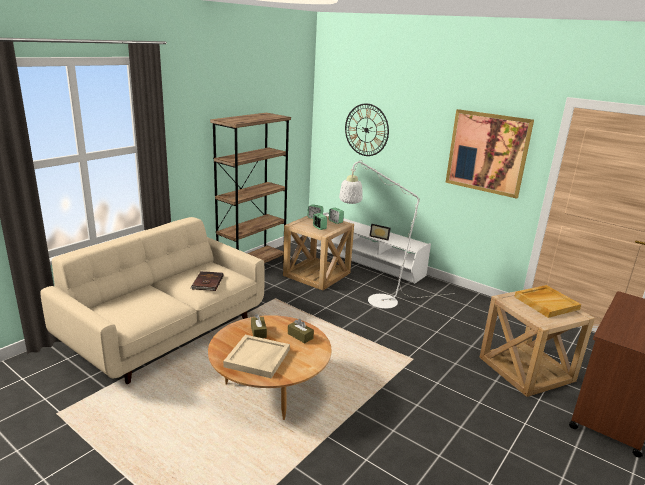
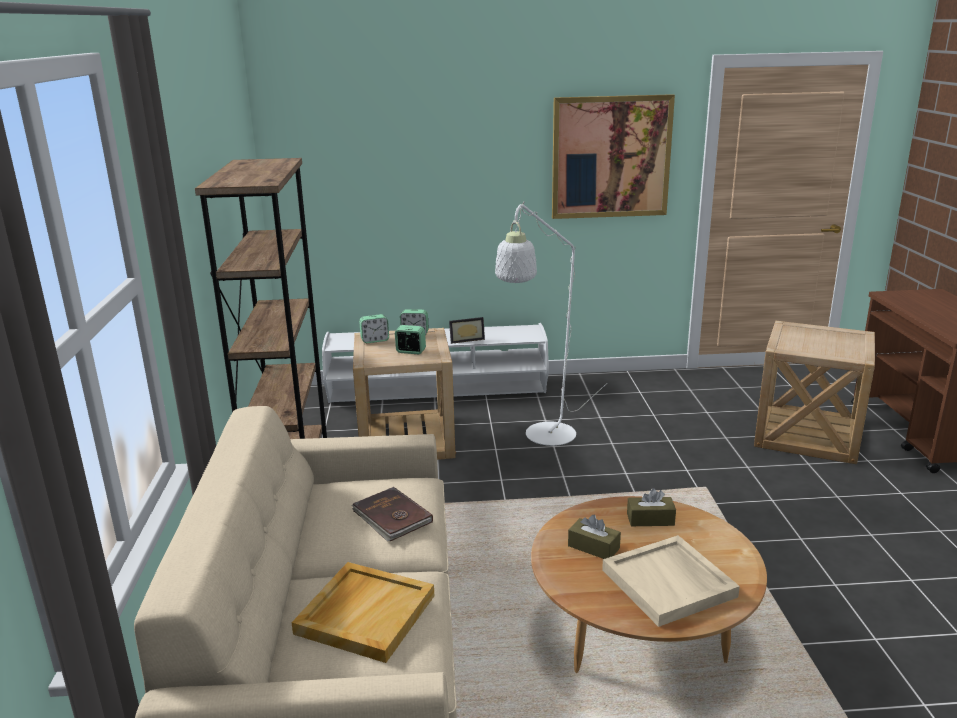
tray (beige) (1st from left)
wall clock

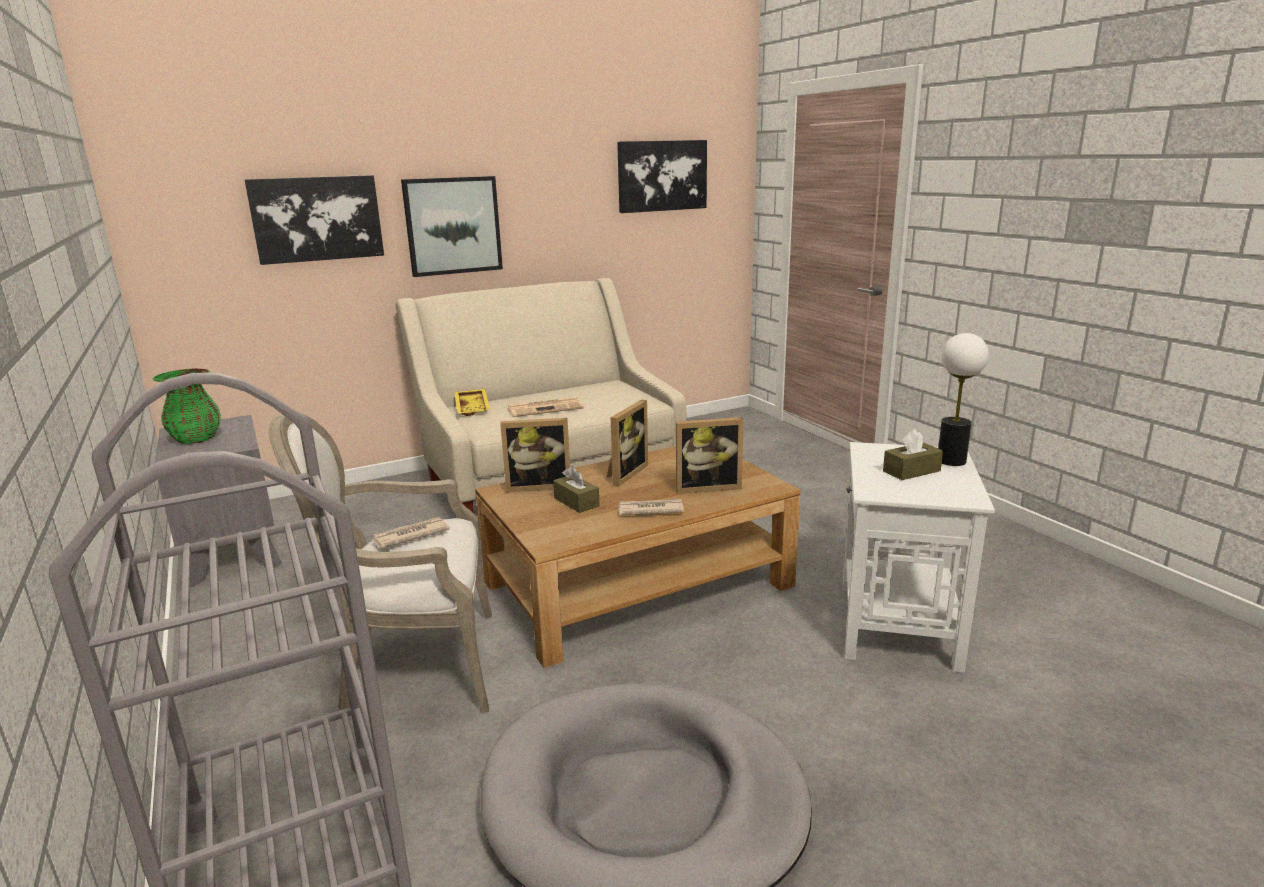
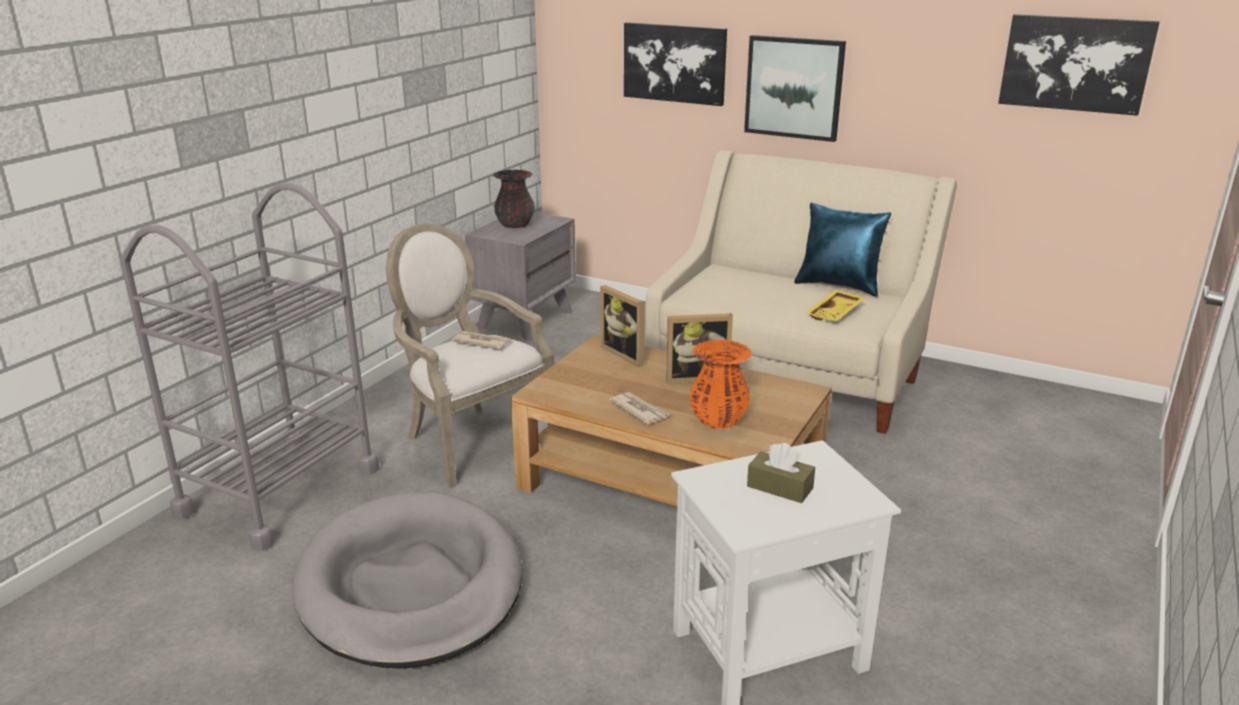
vase (black)
vase (orange)
pillow (blue)
tray (yellow)
newspaper (2nd from left in the first image)
tissue box (brown) (1st from left in the first image)
table lamp

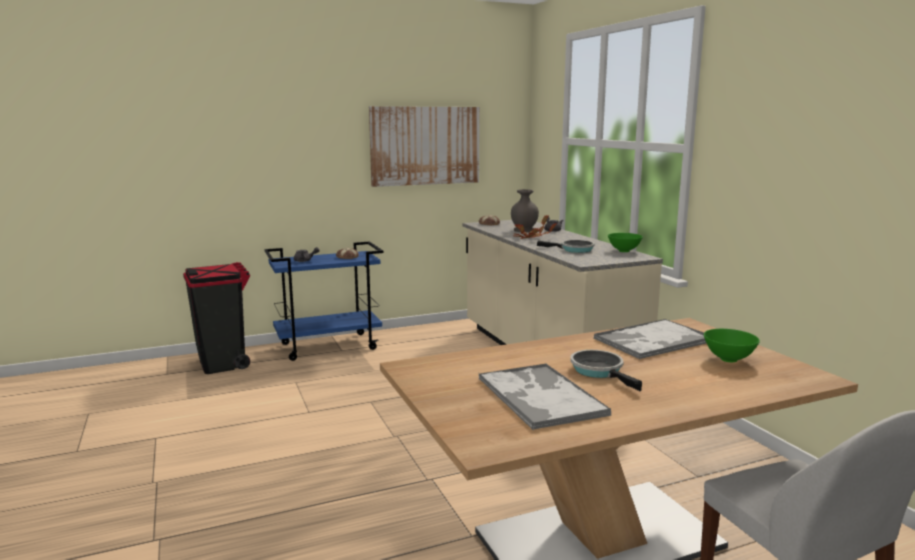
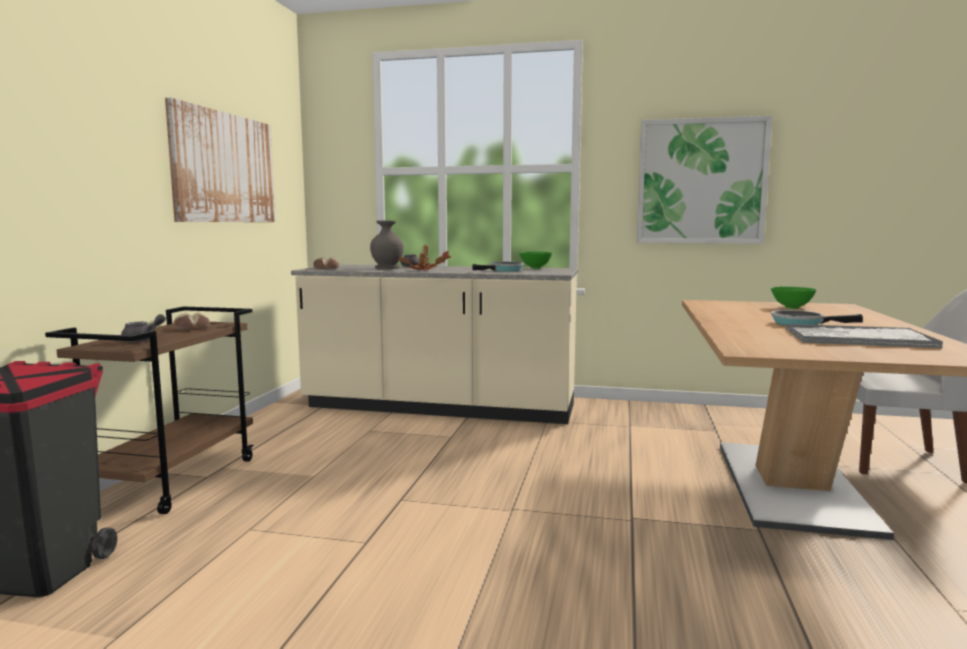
cart (brown)
picture (2nd from left)
tray (2nd from left in the first image)

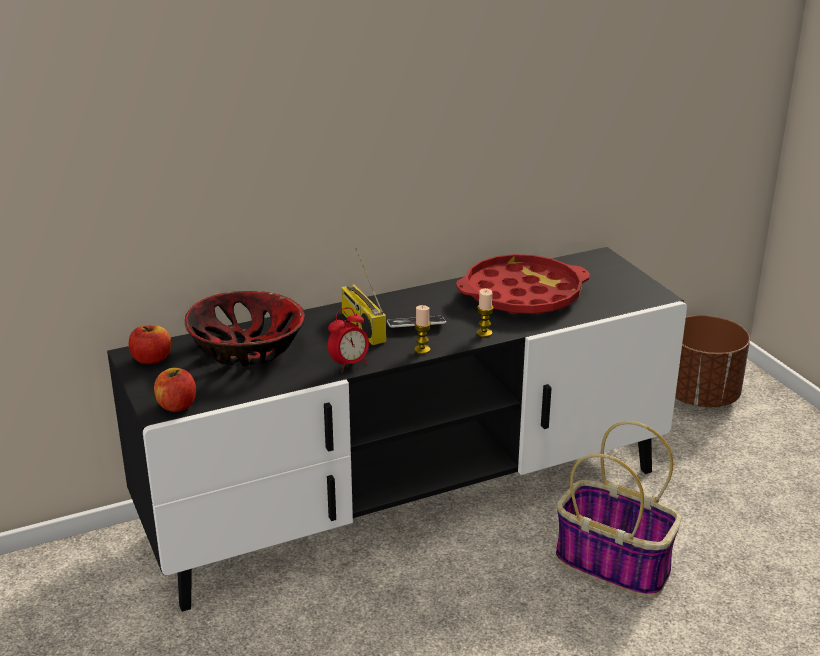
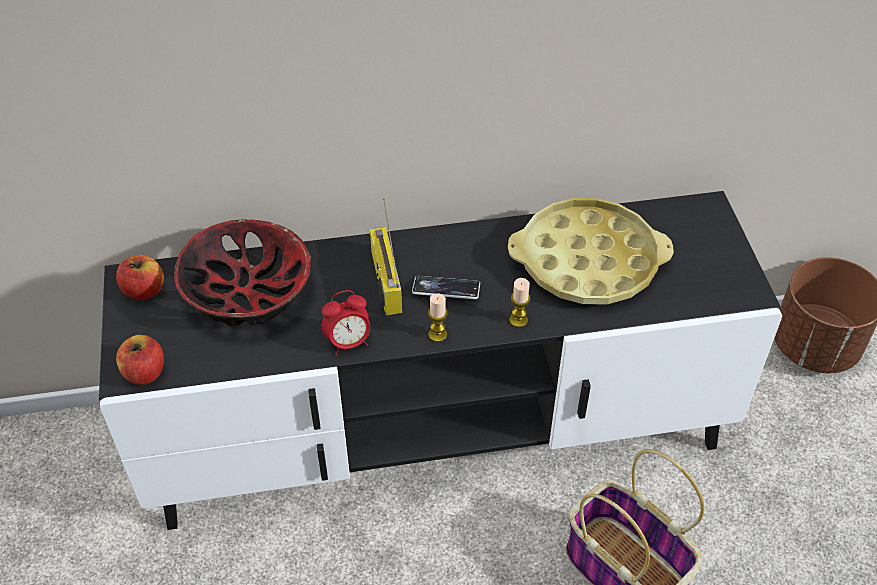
tray (yellow)

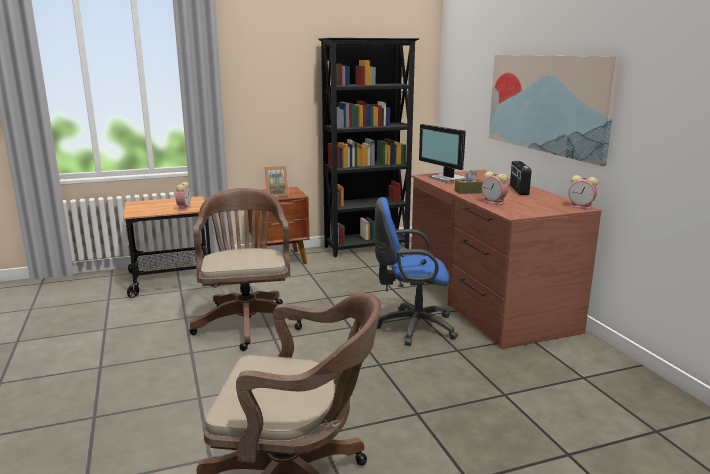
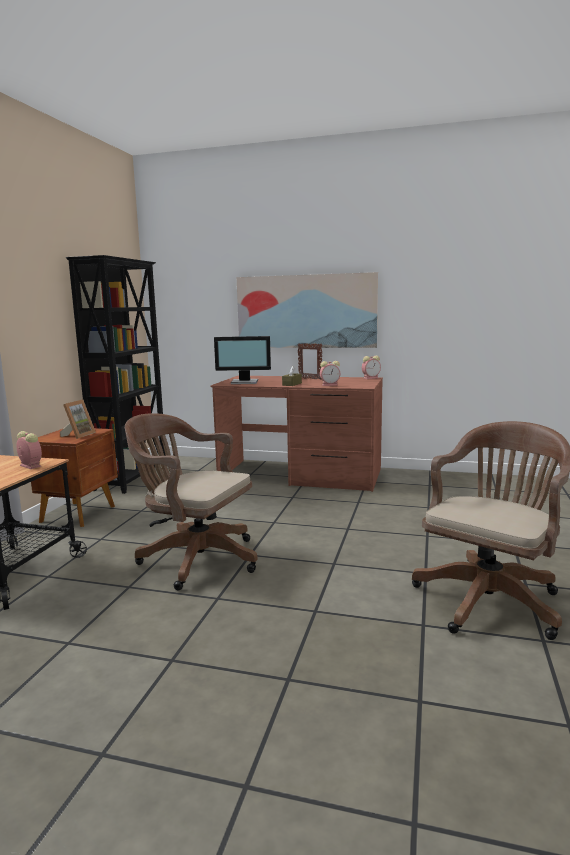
picture frame (2nd from left)
office chair (blue)

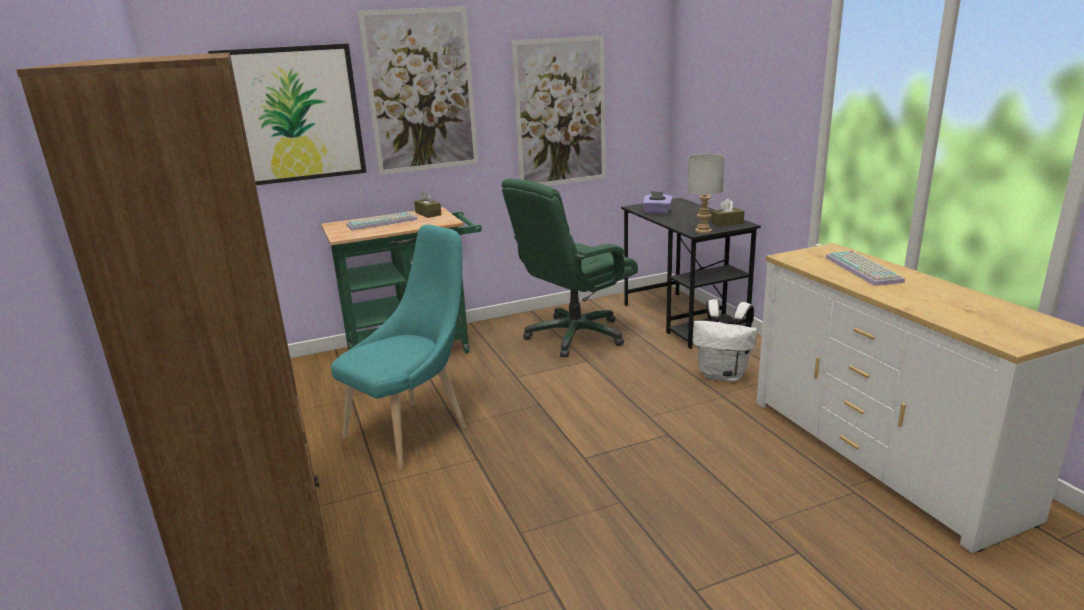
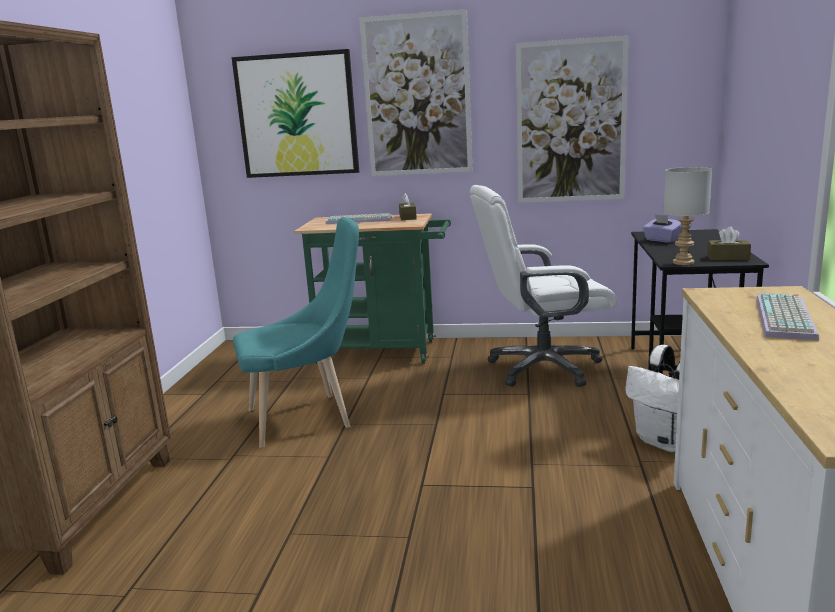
office chair (white)

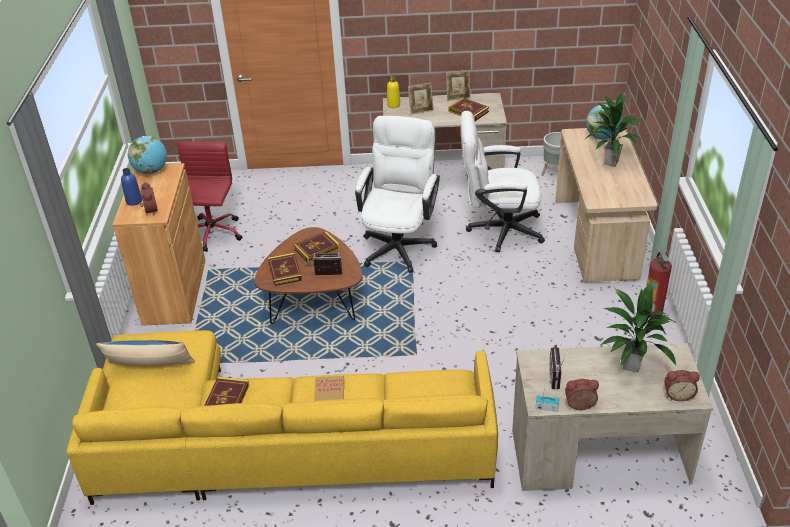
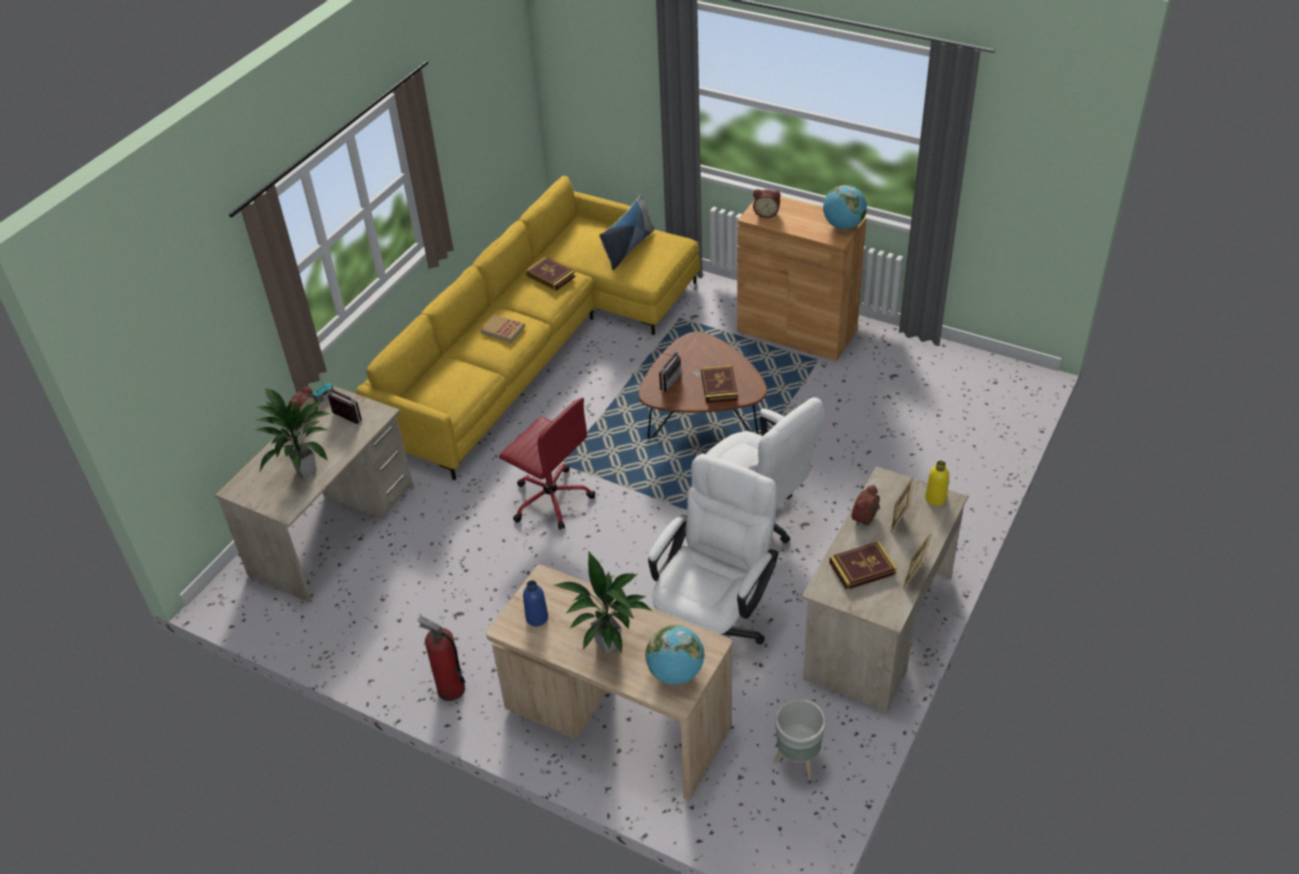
office chair (red)
bottle (blue)
alarm clock (3rd from left)
book (2nd from left in the first image)

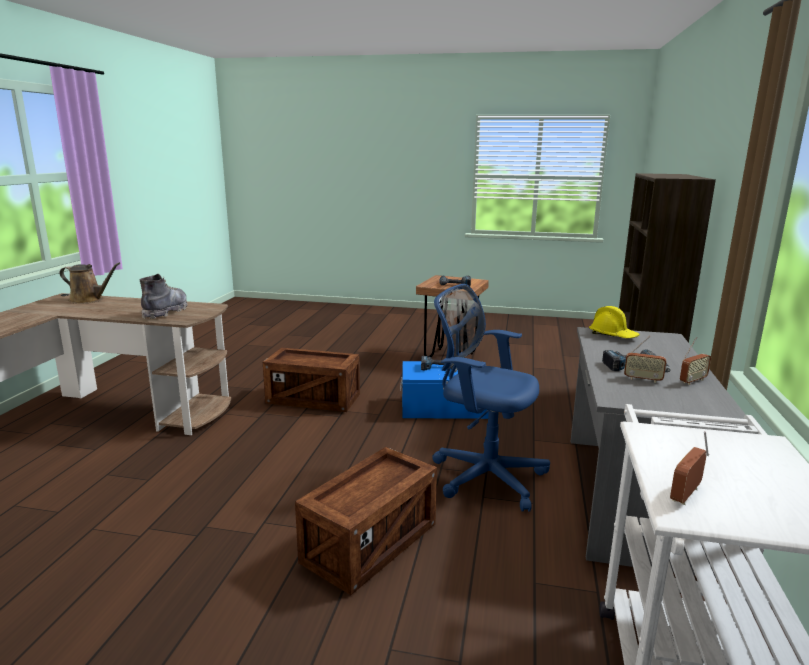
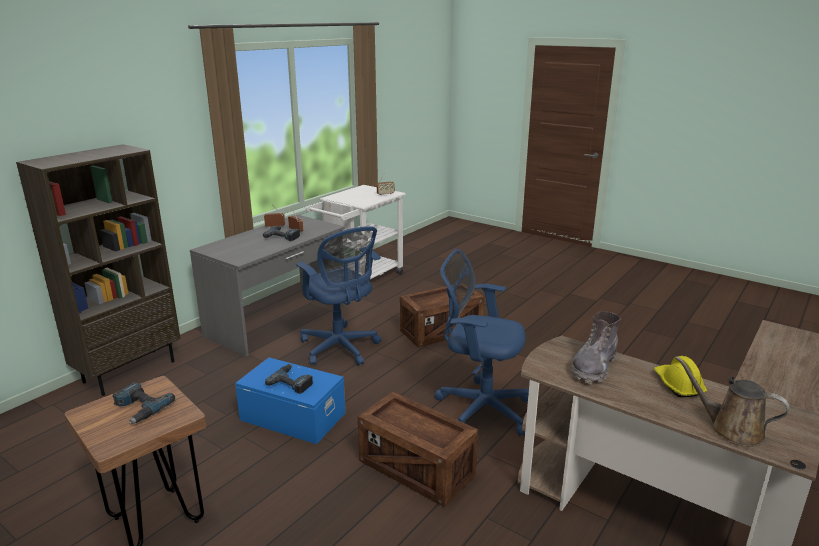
office chair (blue) (2nd from left)
hard hat (yellow)

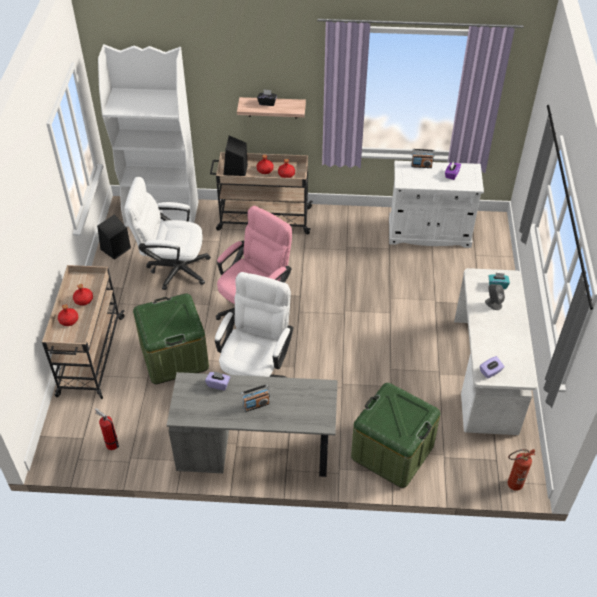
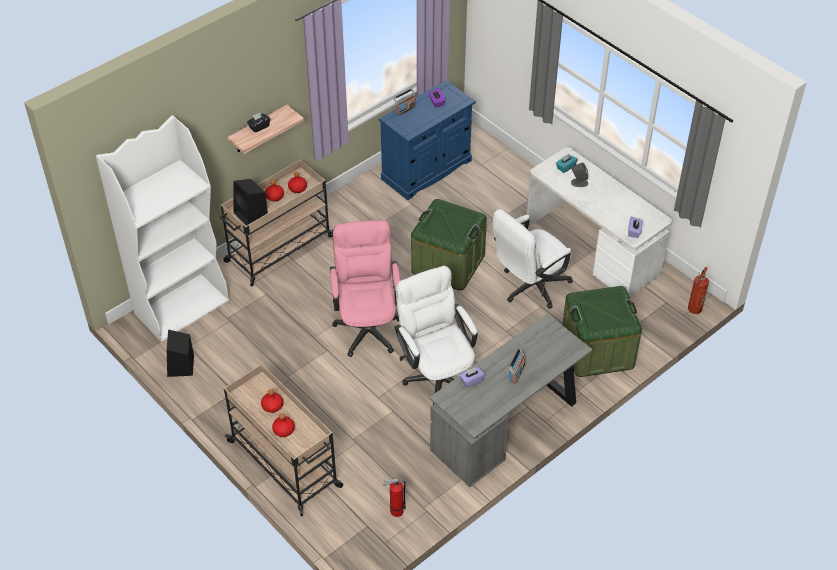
cabinet (blue)
storage box (green) (1st from left)
office chair (white) (2nd from left)

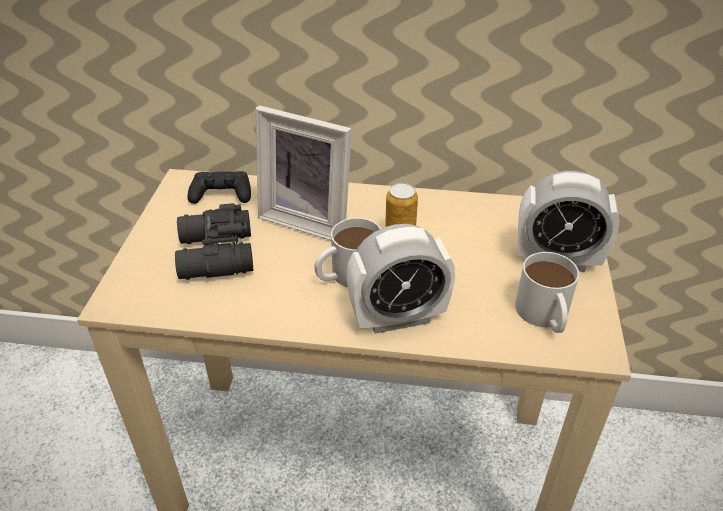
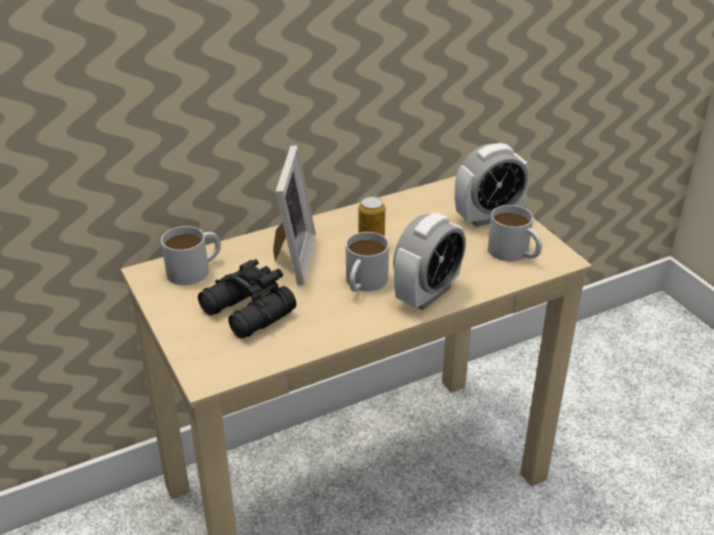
mug (white) (1st from left)
picture frame

